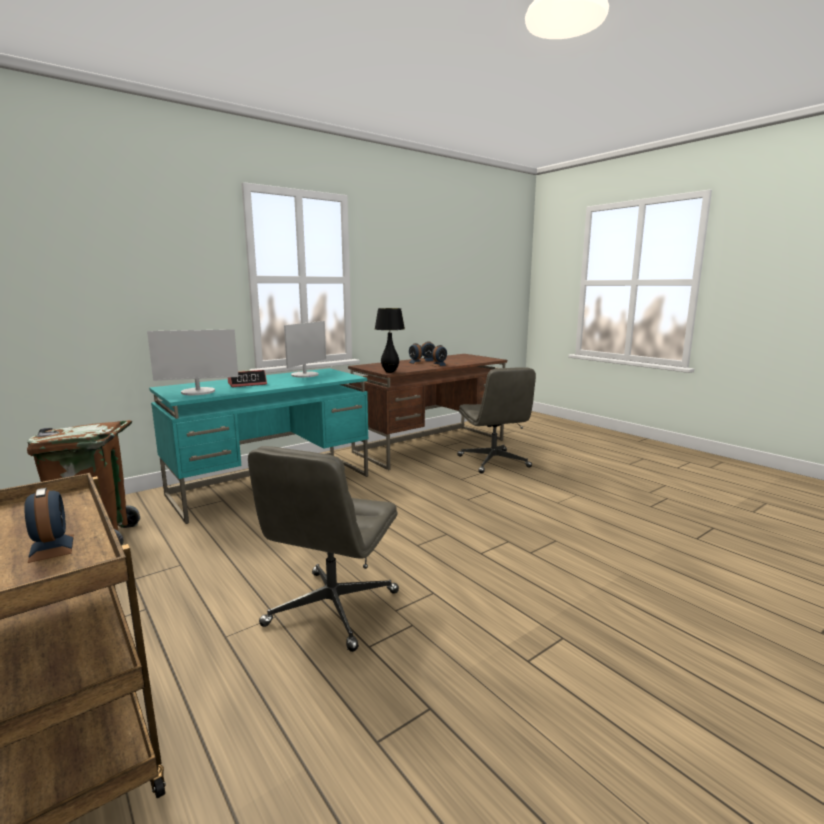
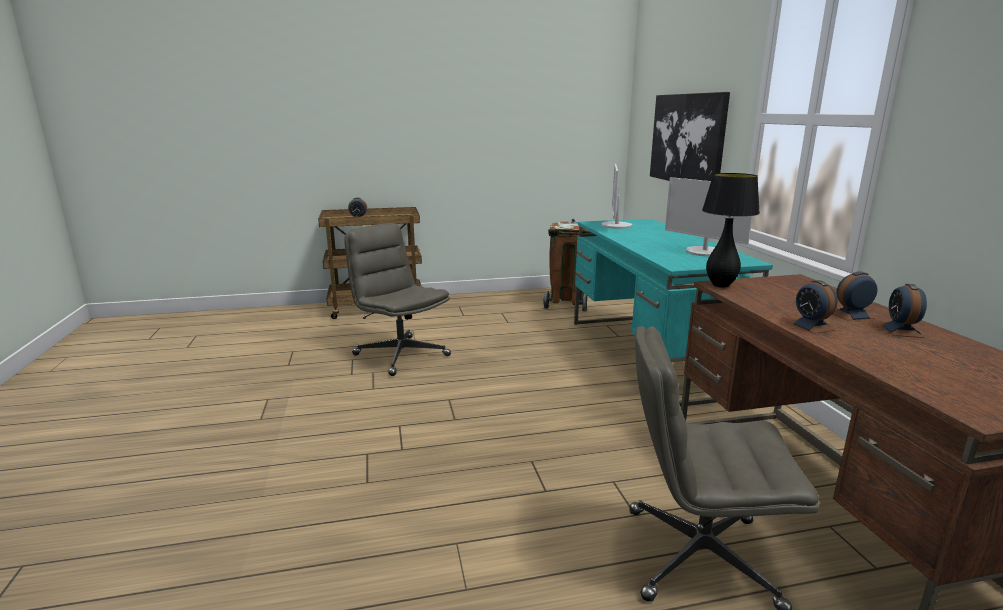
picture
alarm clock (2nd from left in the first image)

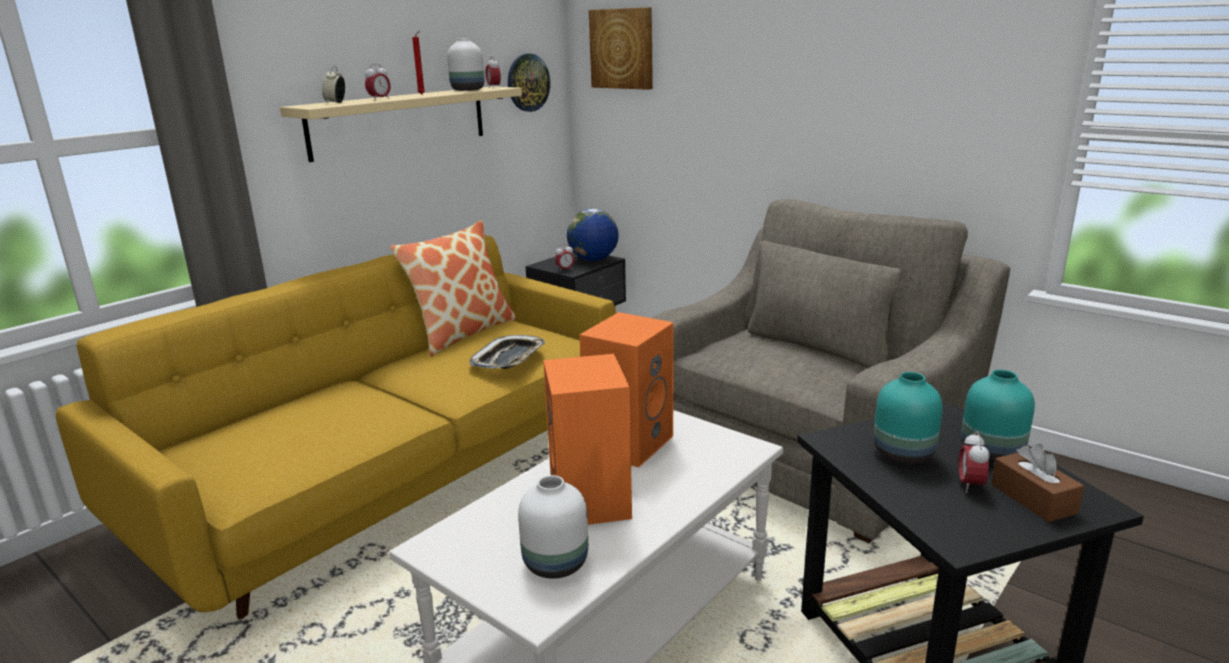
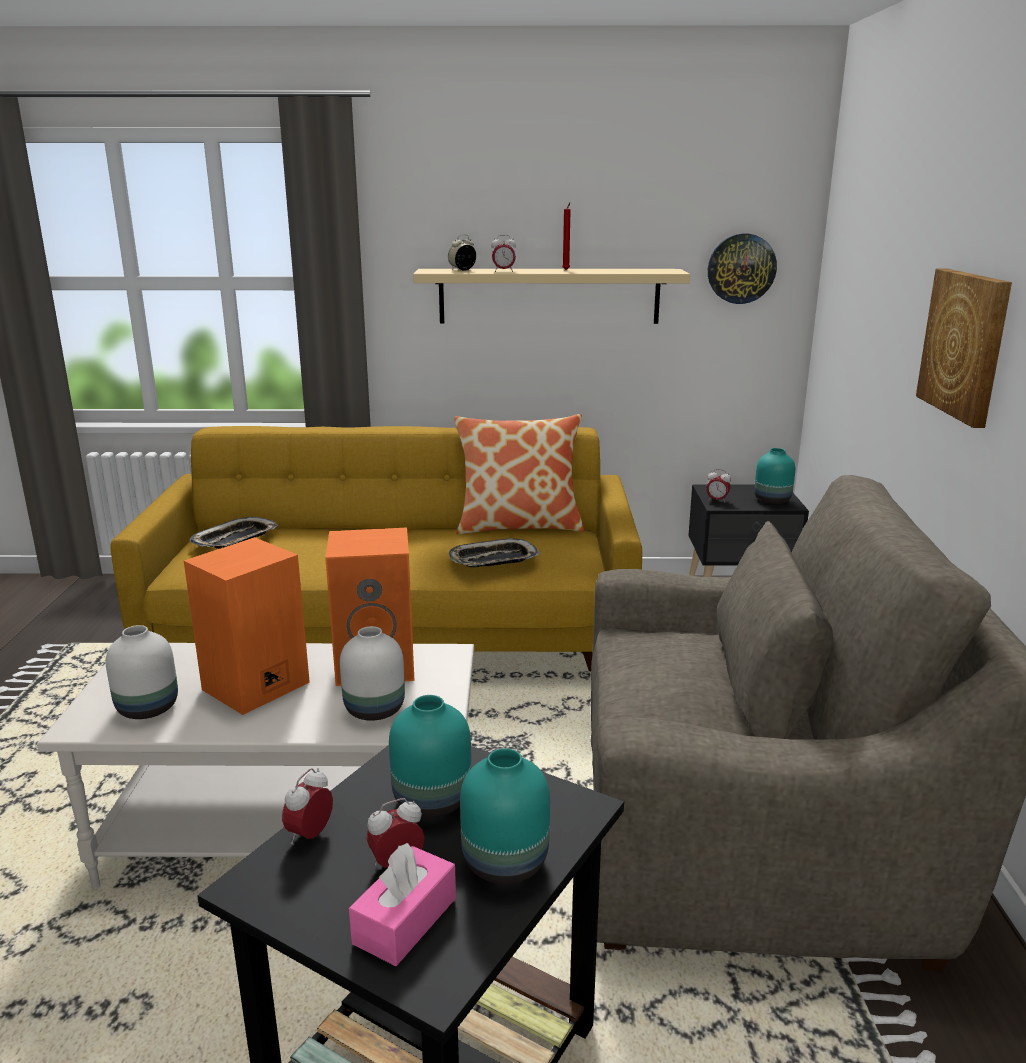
tray (1st from left)
alarm clock (1st from left)
vase (white) (2nd from left)
tissue box (pink)
vase (turquoise) (3rd from left)
picture

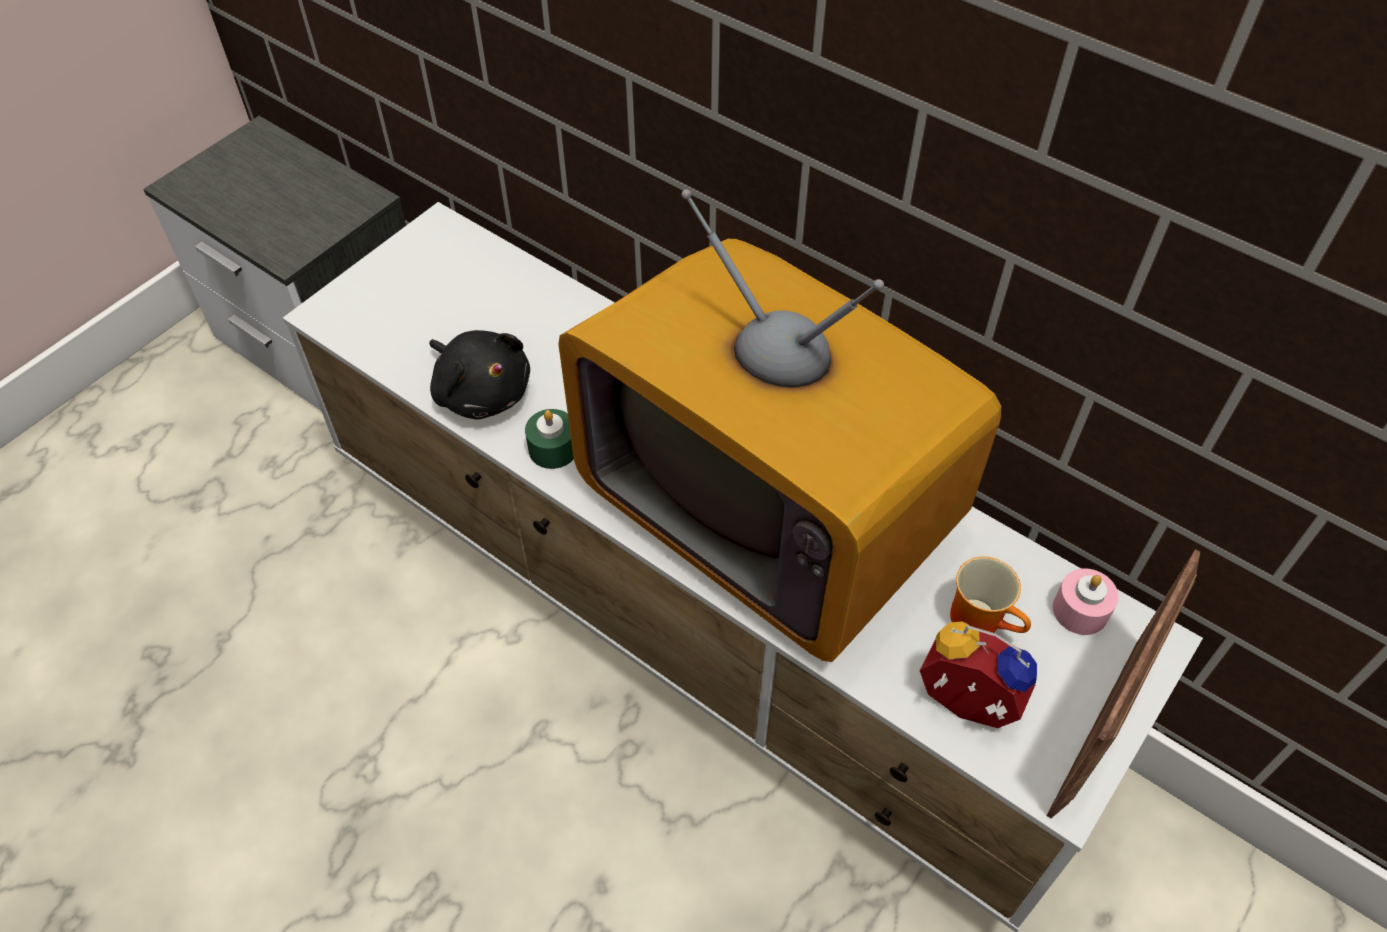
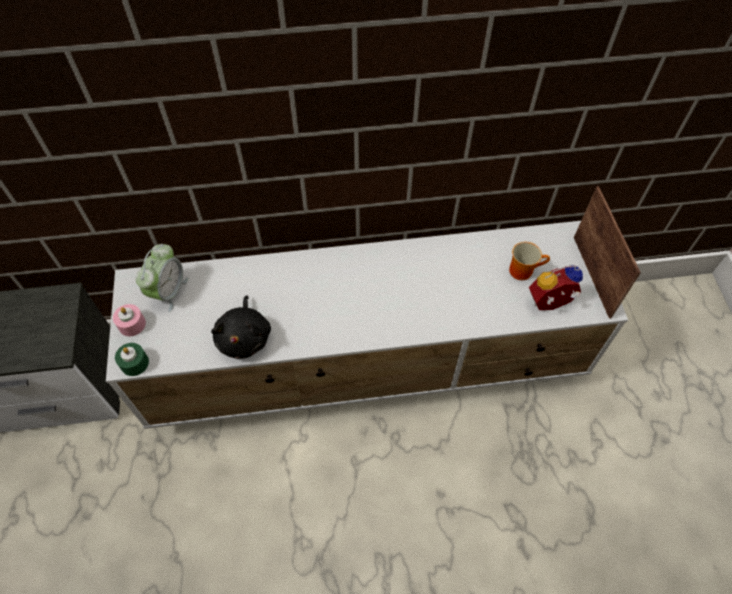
candle (pink)
candle (green)
alarm clock (1st from left)
plush toy (black)
television

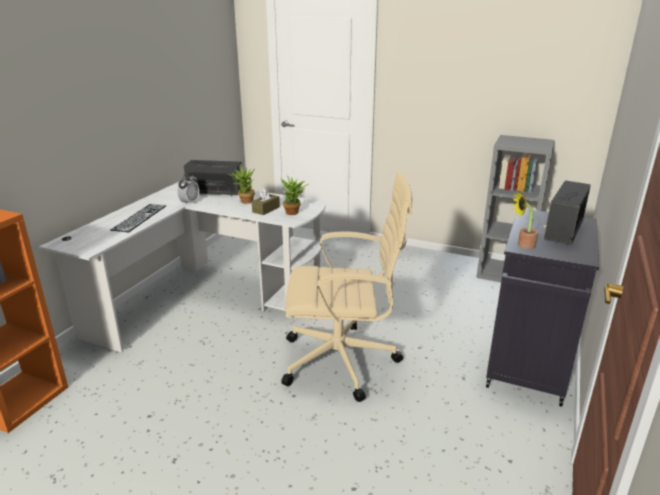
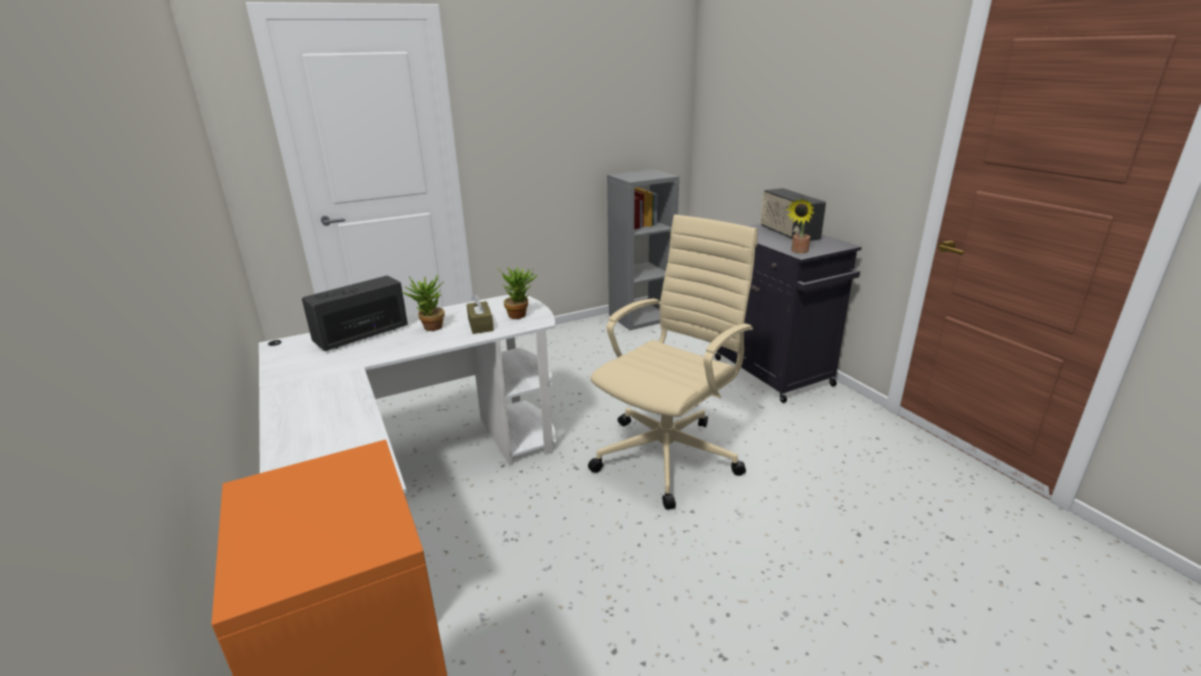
keyboard
alarm clock

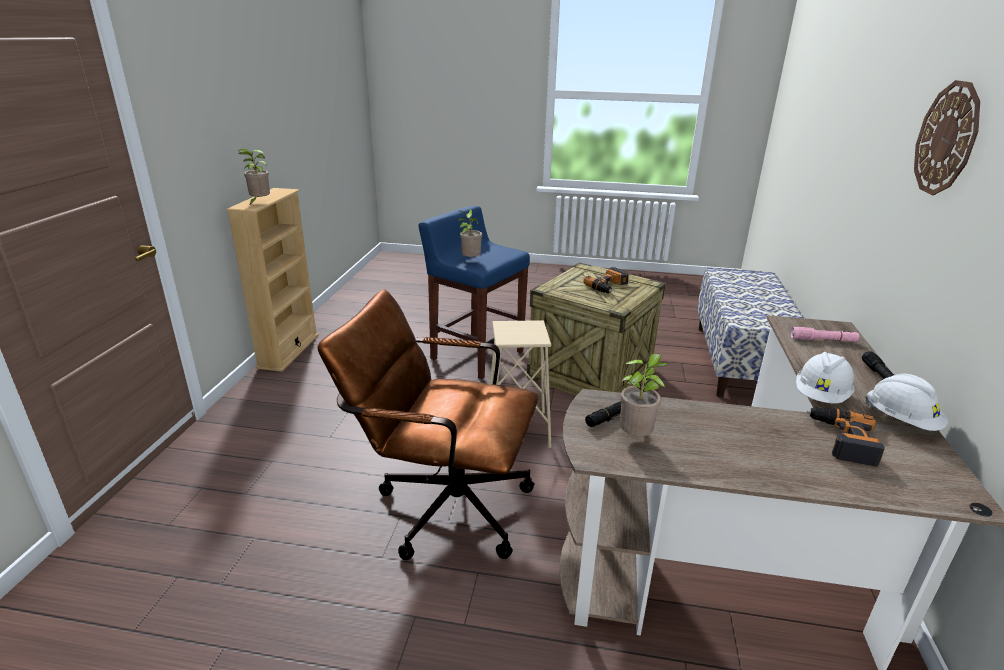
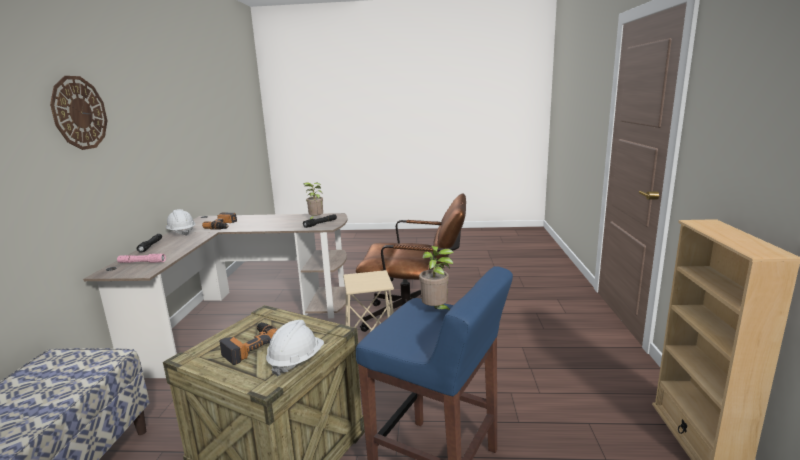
hard hat (white) (2nd from left)
potted plant (1st from left in the first image)

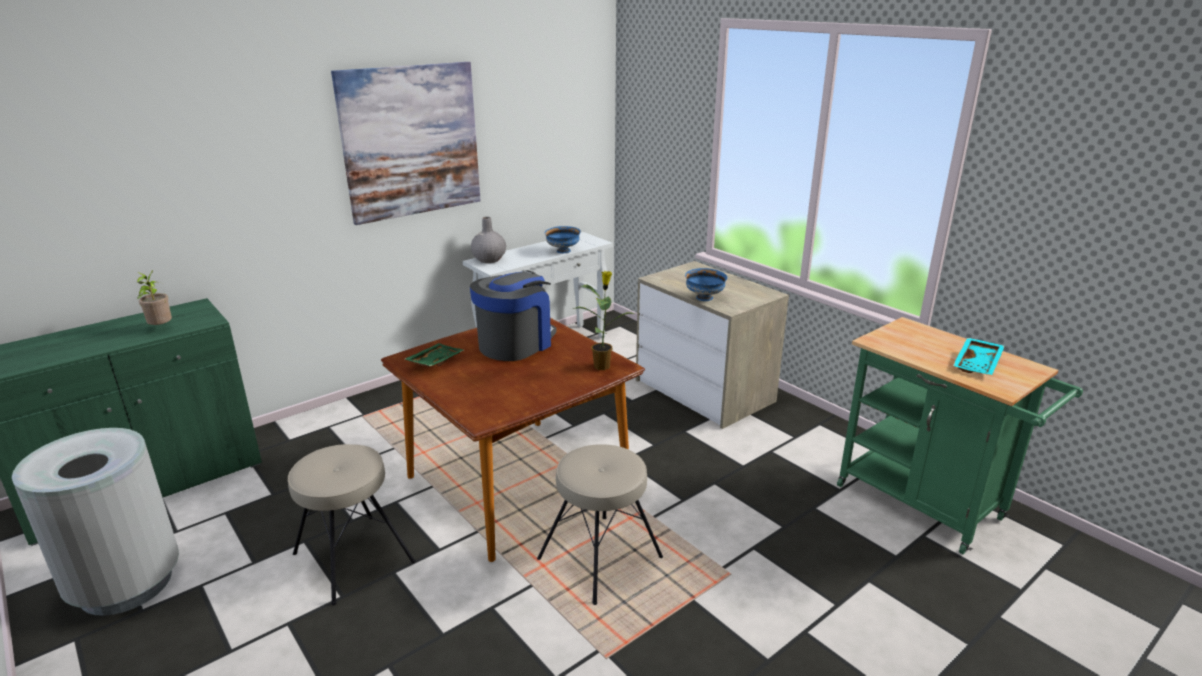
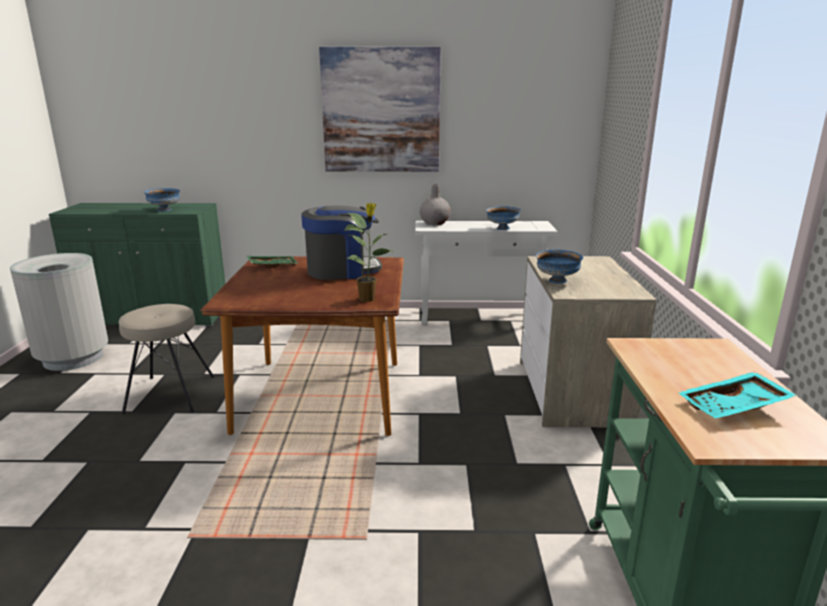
bowl (blue) (1st from left)
stool (beige) (2nd from left in the first image)

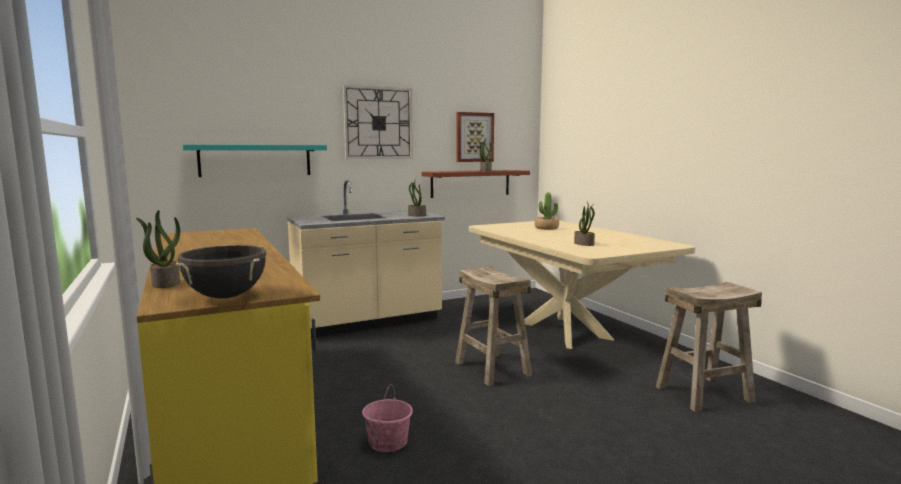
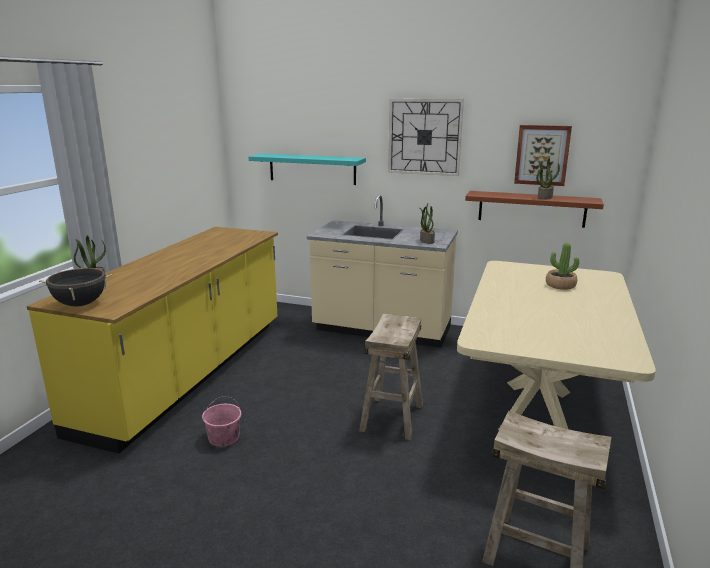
potted plant (5th from left in the first image)

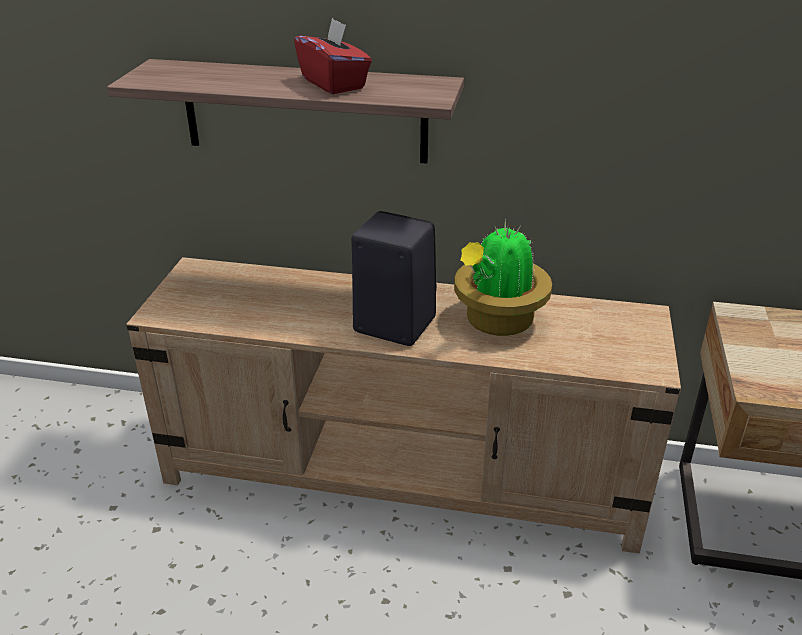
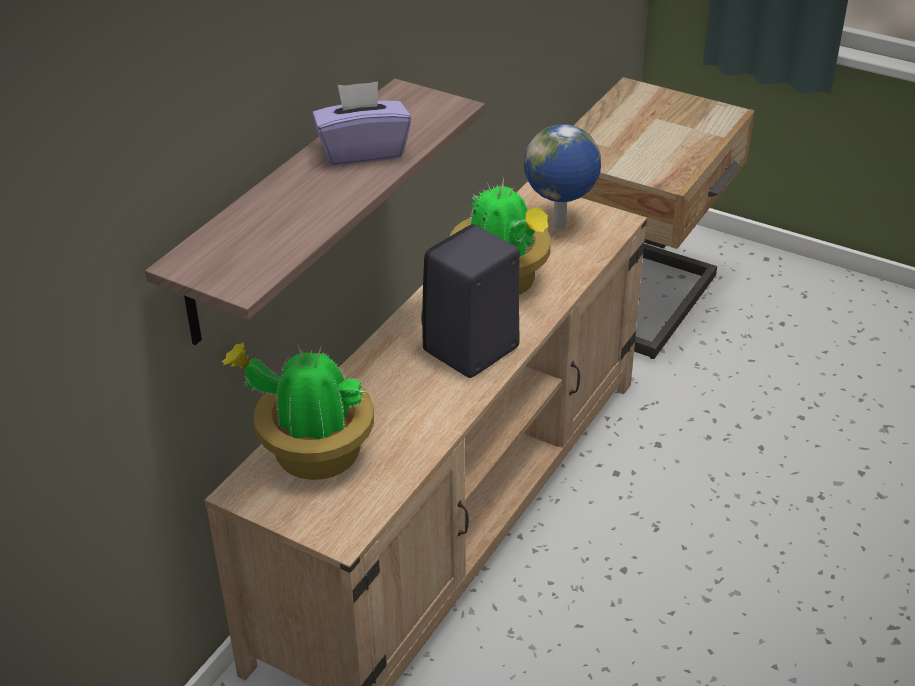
potted plant (1st from left)
tissue box (purple)
globe

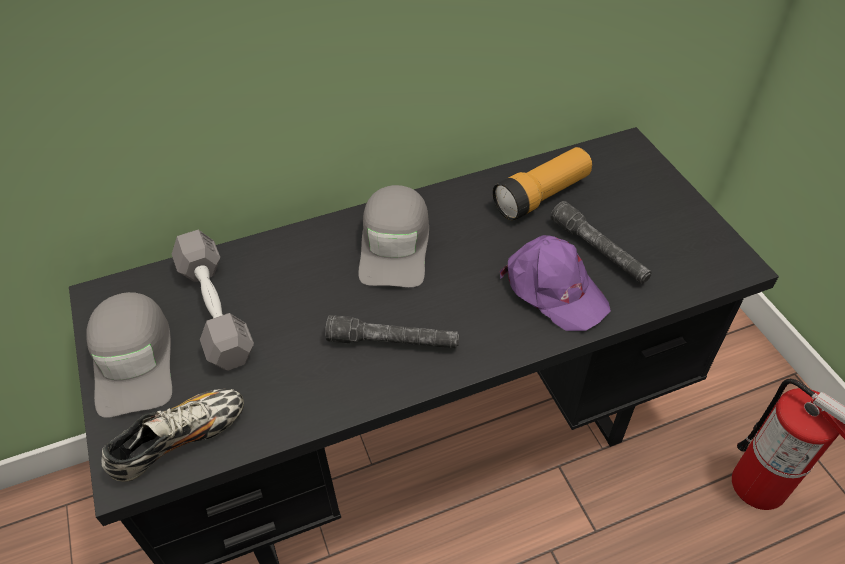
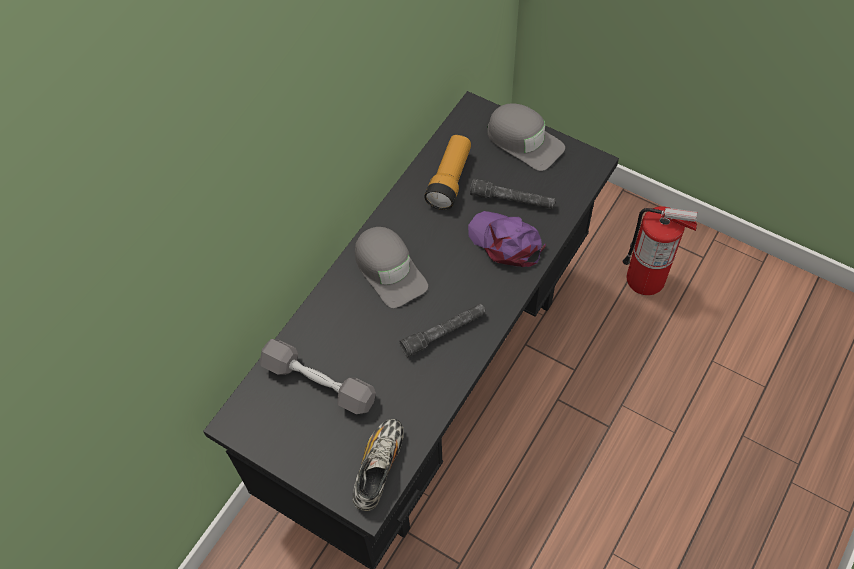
cap (purple)
cap (grey) (2nd from left)

